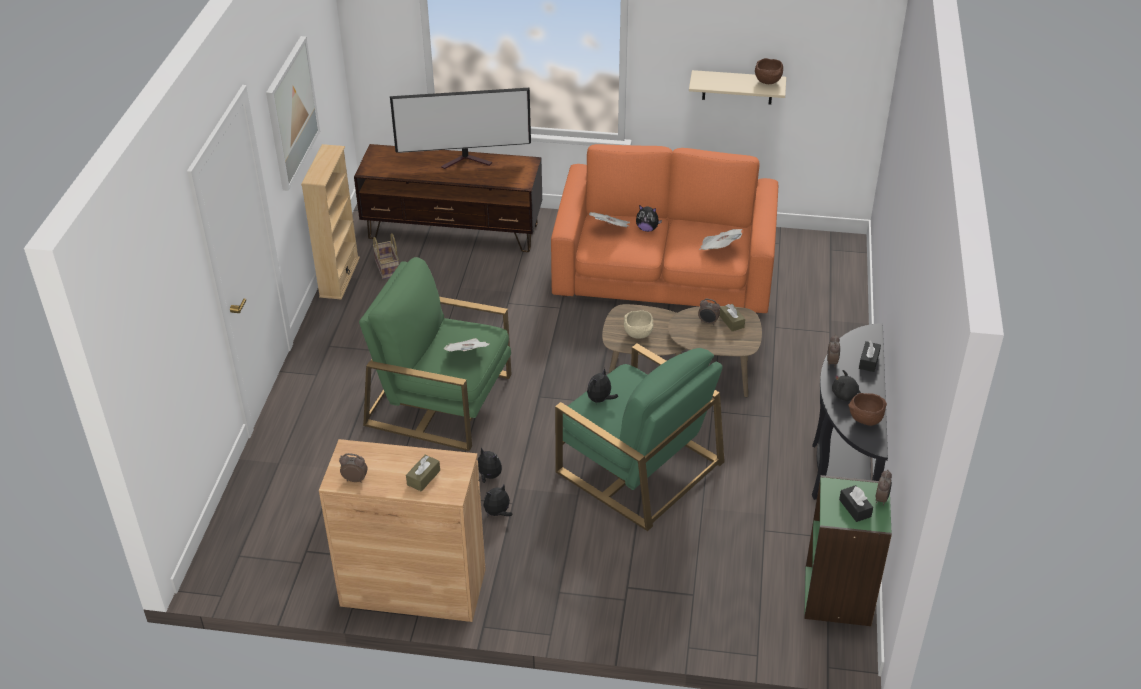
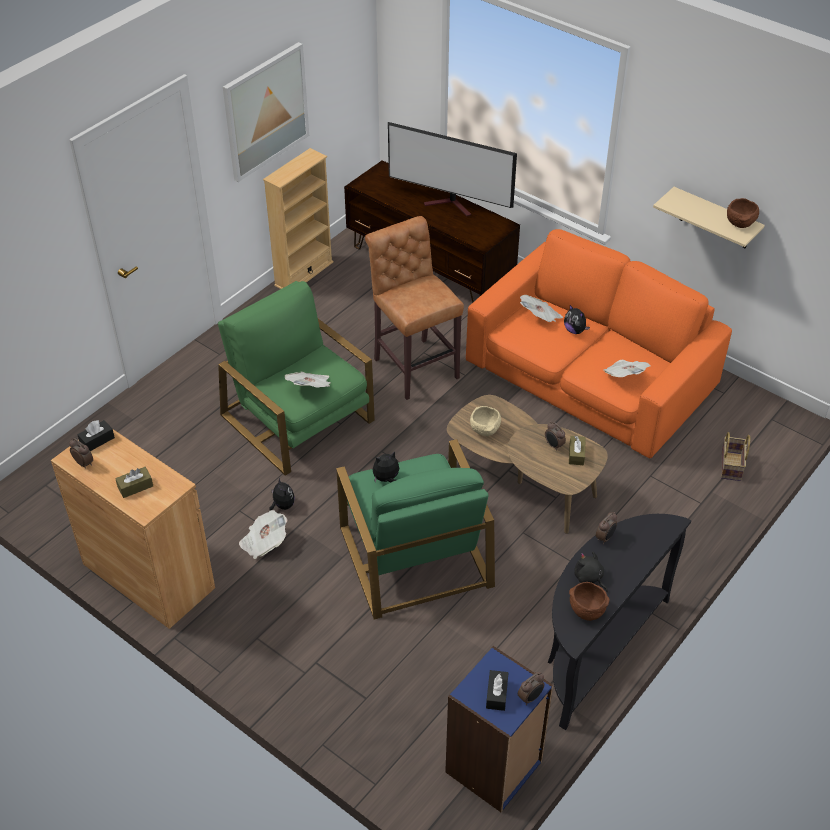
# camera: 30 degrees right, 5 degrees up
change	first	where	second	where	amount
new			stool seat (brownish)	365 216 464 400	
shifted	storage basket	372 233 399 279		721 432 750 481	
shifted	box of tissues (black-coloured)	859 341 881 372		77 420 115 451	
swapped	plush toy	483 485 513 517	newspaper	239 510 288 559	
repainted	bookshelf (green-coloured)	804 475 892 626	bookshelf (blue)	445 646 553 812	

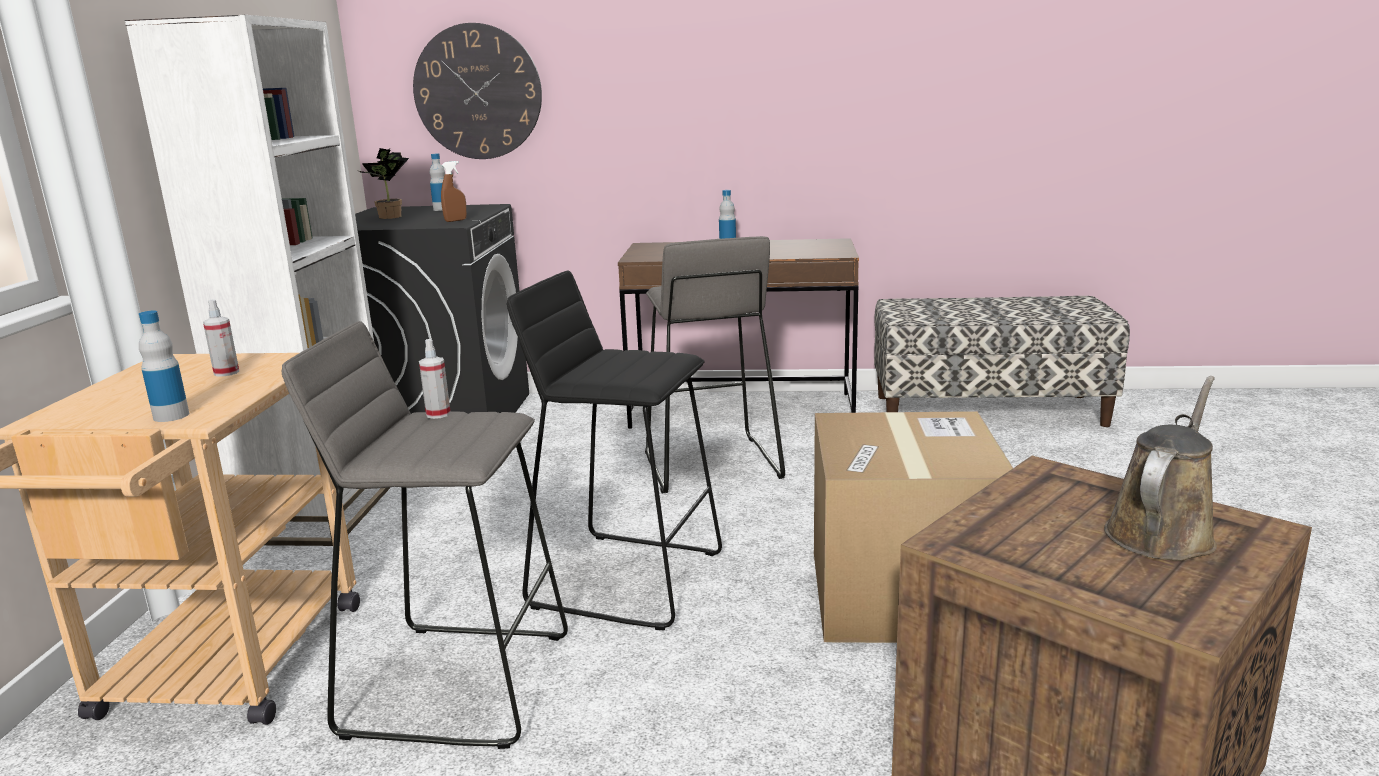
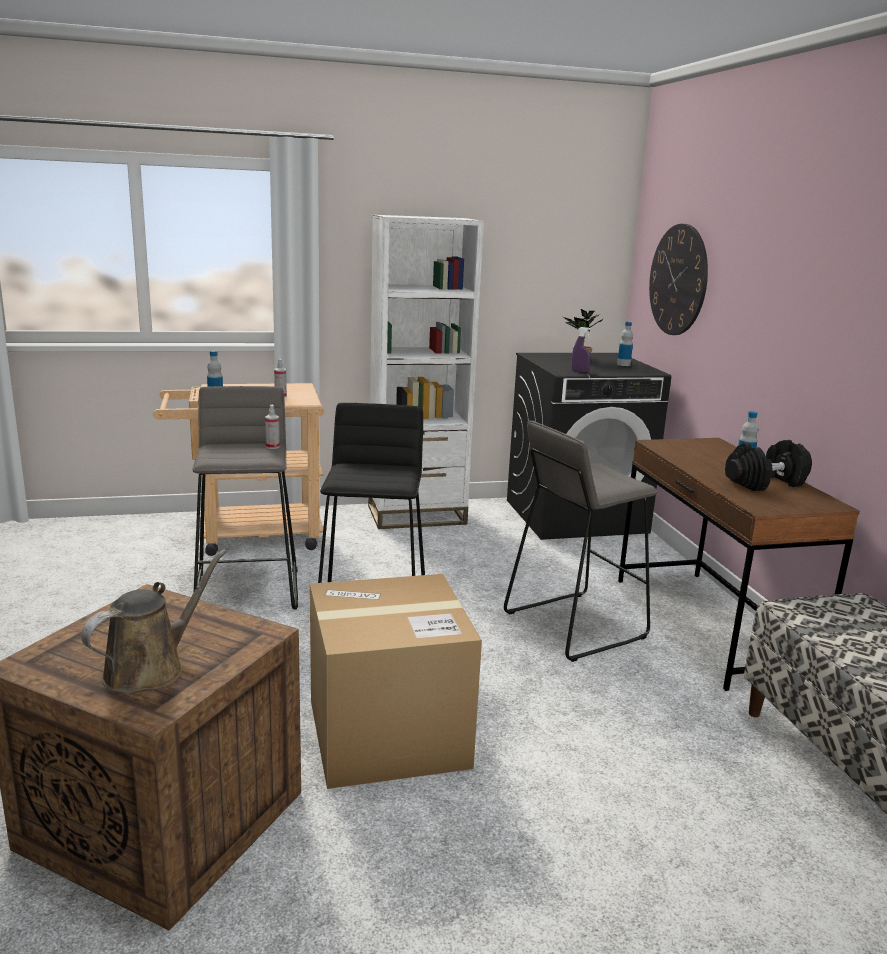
# camera: 70 degrees right, 0 degrees up
change	first	where	second	where	amount
new			dumbbell (black-coloured)	725 440 812 491	
repainted	hand sprayer (brownish)	441 161 467 222	hand sprayer (purple-coloured)	572 327 591 373	
rotated	watering pot (brownish)	1104 376 1217 561		81 550 226 694	75 degrees counterclockwise

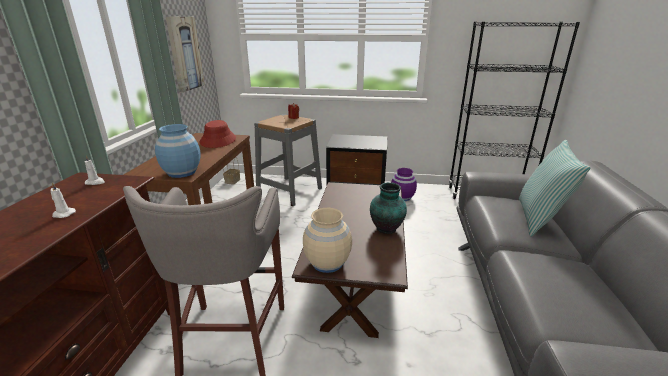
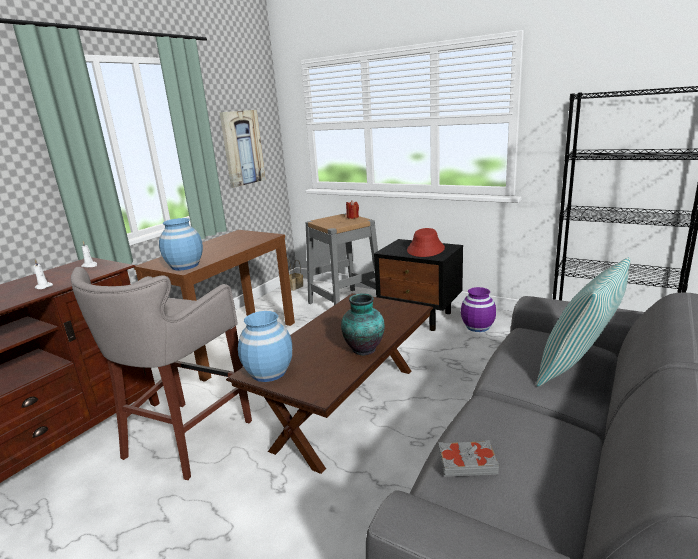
# camera: 25 degrees right, 5 degrees down
change	first	where	second	where	amount
new			book (grey)	438 440 499 477	
shifted	wearable hat (reddish)	200 120 236 148		407 228 445 257	
repainted	decorative vase (beige-coloured)	303 208 352 273	decorative vase (blue)	238 311 292 382	

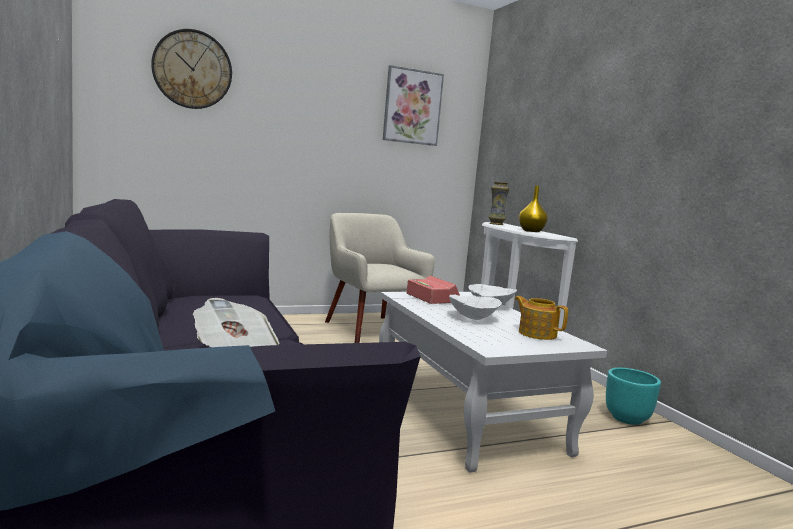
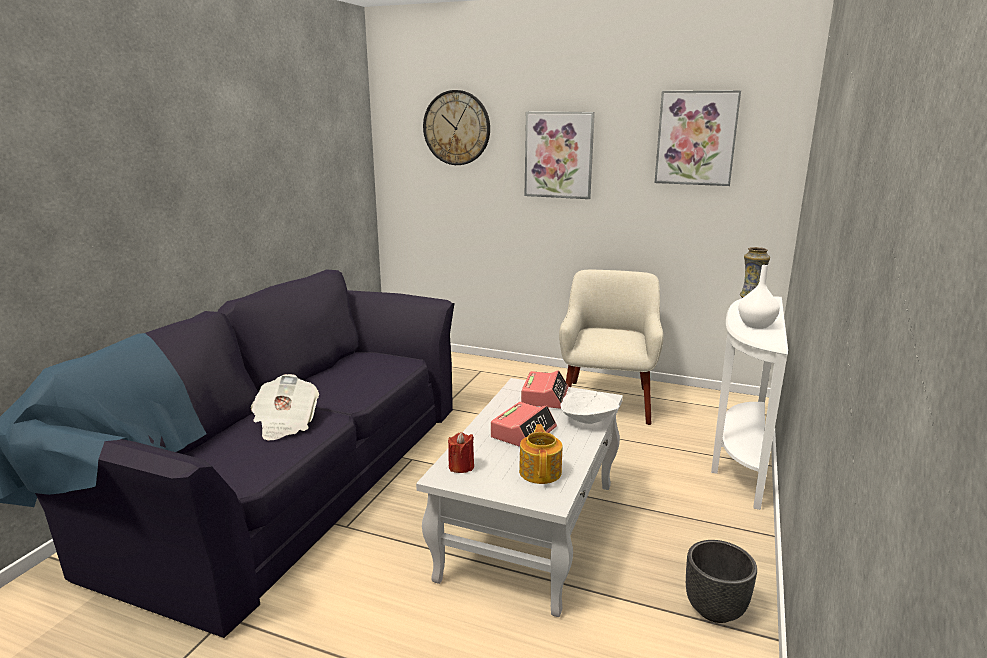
# camera: 45 degrees right, 10 degrees up
change	first	where	second	where	amount
new			wax light (reddish)	448 432 474 473	
new			wall art	525 112 595 199	
swapped	deep dish (white-coloured)	449 295 502 320	bedside clock	491 402 557 447	
repainted	decorative vase (yellow)	519 185 548 232	decorative vase (white-coloured)	738 265 780 329	
repainted	planter (blue-green)	606 368 661 425	planter (black-coloured)	686 540 757 623	

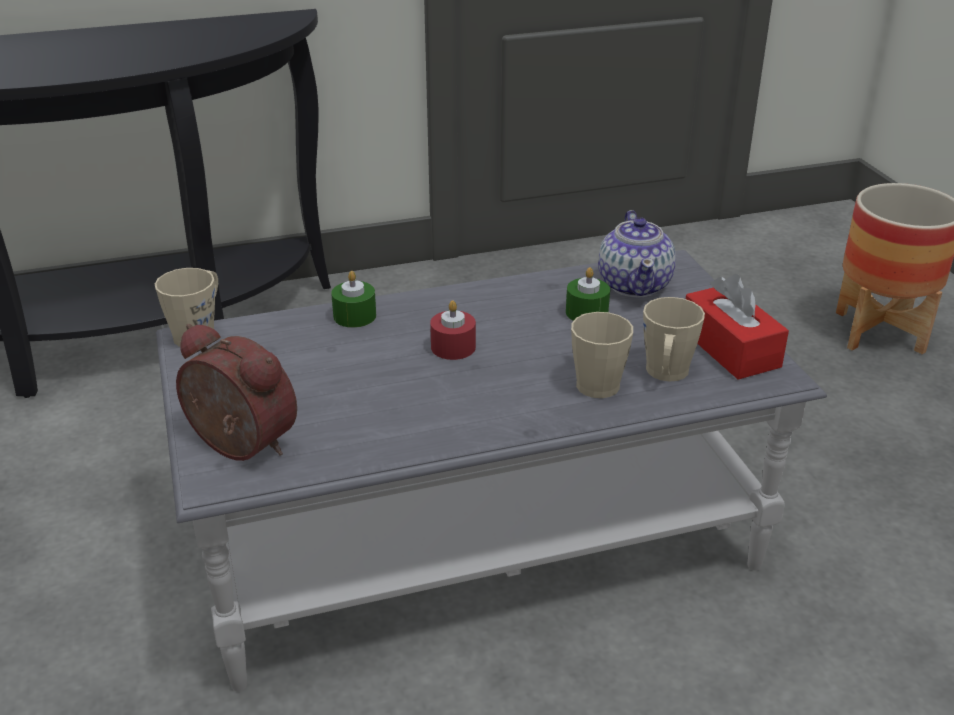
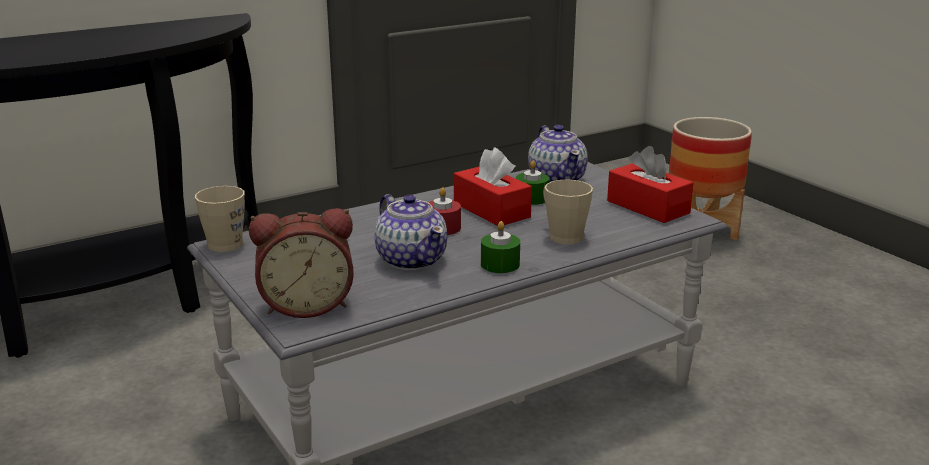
# camera: 15 degrees left, 10 degrees down
change	first	where	second	where	amount
gone	mug (beige-coloured)	643 297 705 382			
new			pot for tea	375 194 447 271	
new			box of tissues (reddish)	454 147 532 226	
shifted	wax light (green-coloured)	331 271 376 328		481 221 520 273	
rotated	bedside clock	176 324 297 461		249 208 354 318	150 degrees clockwise

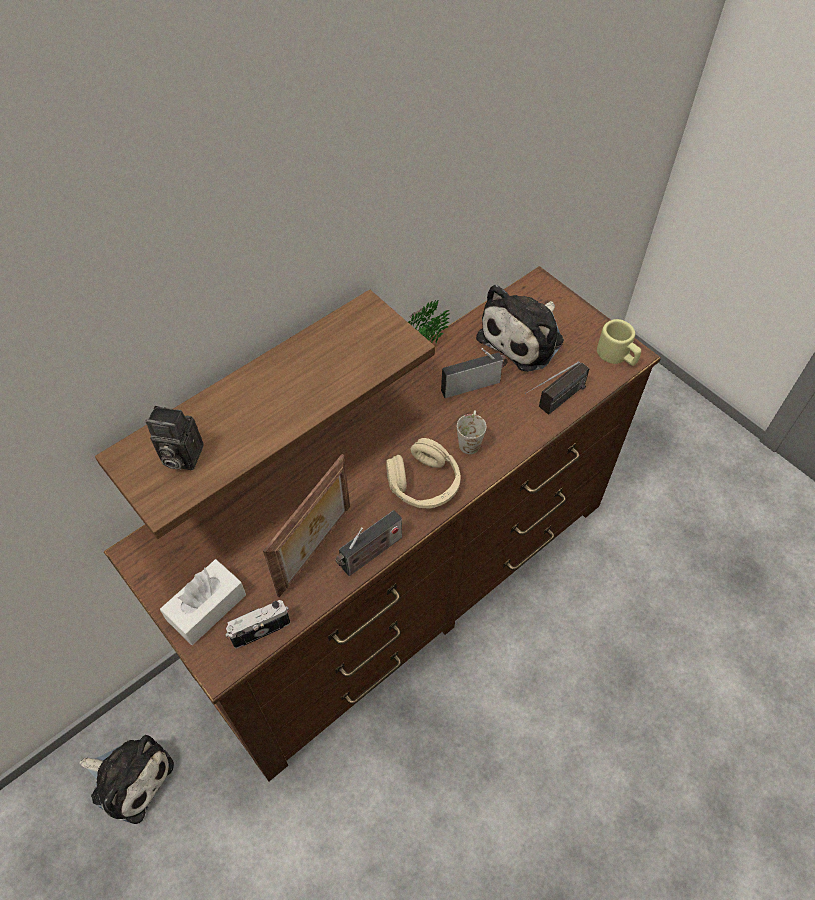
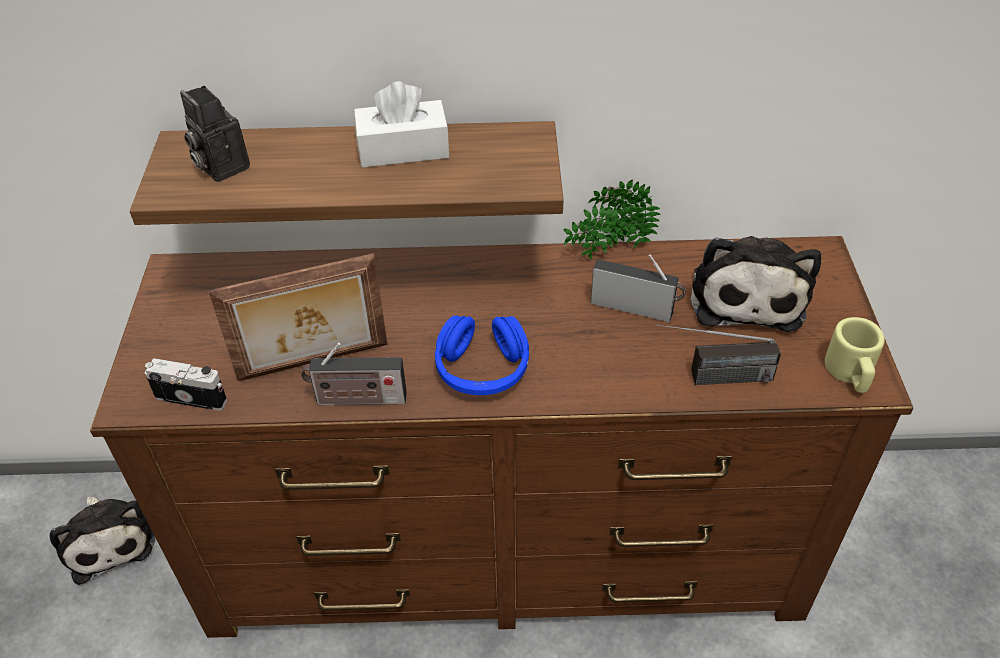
# camera: 40 degrees right, 10 degrees down
change	first	where	second	where	amount
gone	mug (white-coloured)	457 410 487 454			
shifted	box of tissues (white-coloured)	160 559 246 645		354 81 449 168	
repainted	headset (beige-coloured)	386 438 461 508	headset (blue)	435 315 529 395	
rotated	plush toy	476 285 564 372		691 236 821 332	75 degrees counterclockwise

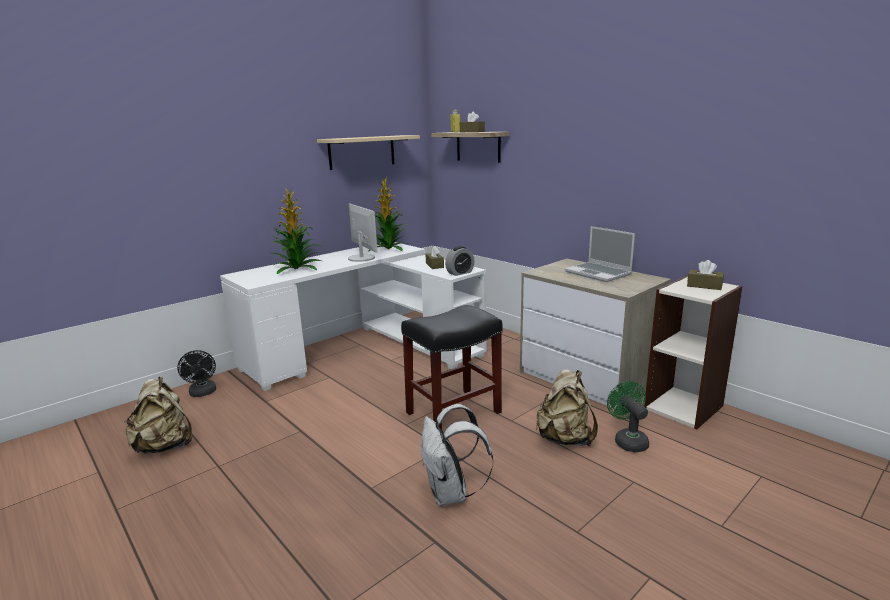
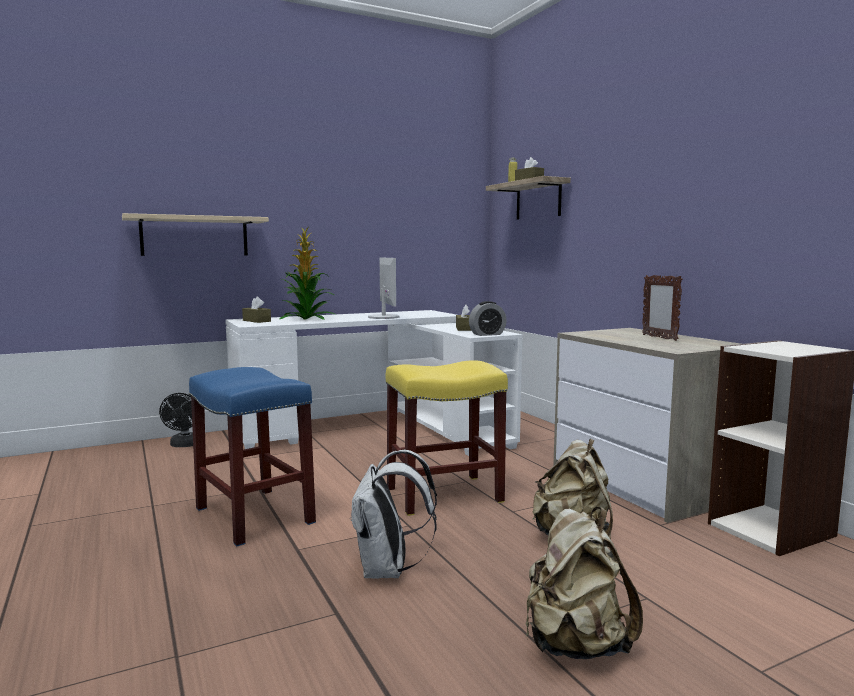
# camera: 15 degrees right, 10 degrees down
change	first	where	second	where	amount
gone	potted plant	368 177 409 252			
gone	cooling fan (green-coloured)	607 381 649 452			
new			stool seat (blue)	189 367 316 546	
shifted	backpack (beige-coloured)	124 377 192 454		526 507 643 659	
shifted	bracket shelf (beige-coloured)	317 135 420 170		122 213 269 256	
shifted	box of tissues (brownish)	687 260 724 290		242 297 271 323	
swapped	portable computer	565 226 635 282	standing frame	642 275 682 341	
repainted	stool seat (black-coloured)	401 305 503 429	stool seat (yellow)	386 360 508 516	

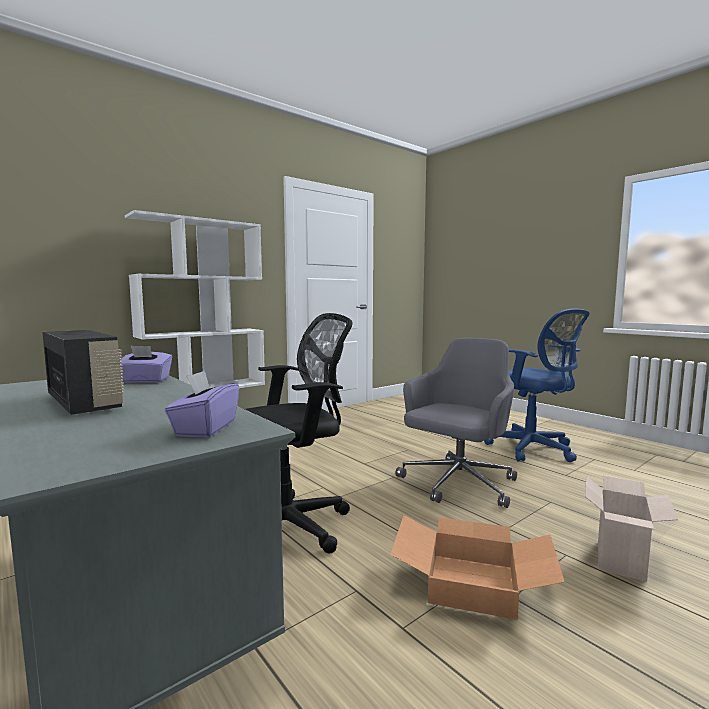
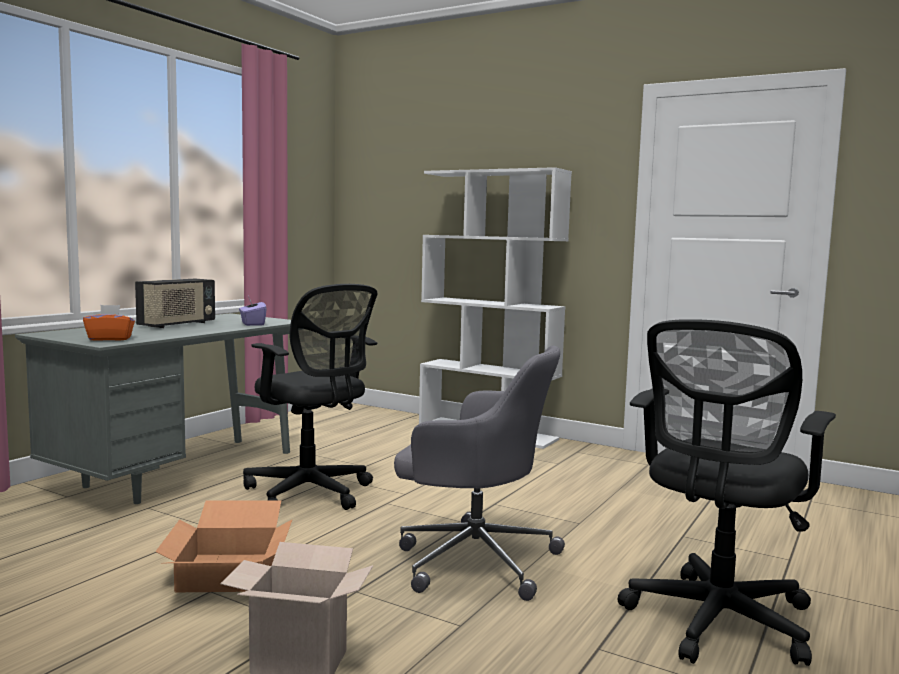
# camera: 70 degrees right, 0 degrees up
change	first	where	second	where	amount
repainted	box of tissues (purple-coloured)	165 370 239 438	box of tissues (orange)	83 305 135 341	
repainted	computer chair (blue)	484 309 589 462	computer chair (black-coloured)	618 319 836 666	

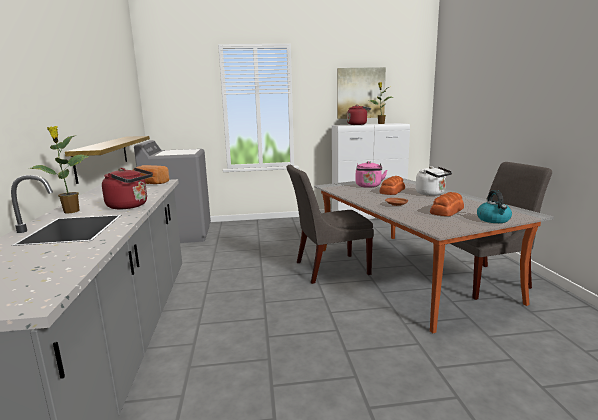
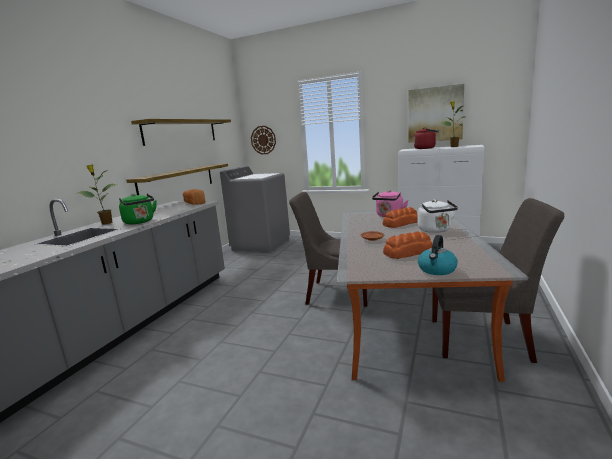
# camera: 30 degrees right, 0 degrees up
change	first	where	second	where	amount
new			bracket shelf	131 119 231 146	
new			clock on the wall	251 126 276 155	
repainted	tea kettle (reddish)	102 168 153 209	tea kettle (green-coloured)	119 194 157 224	

